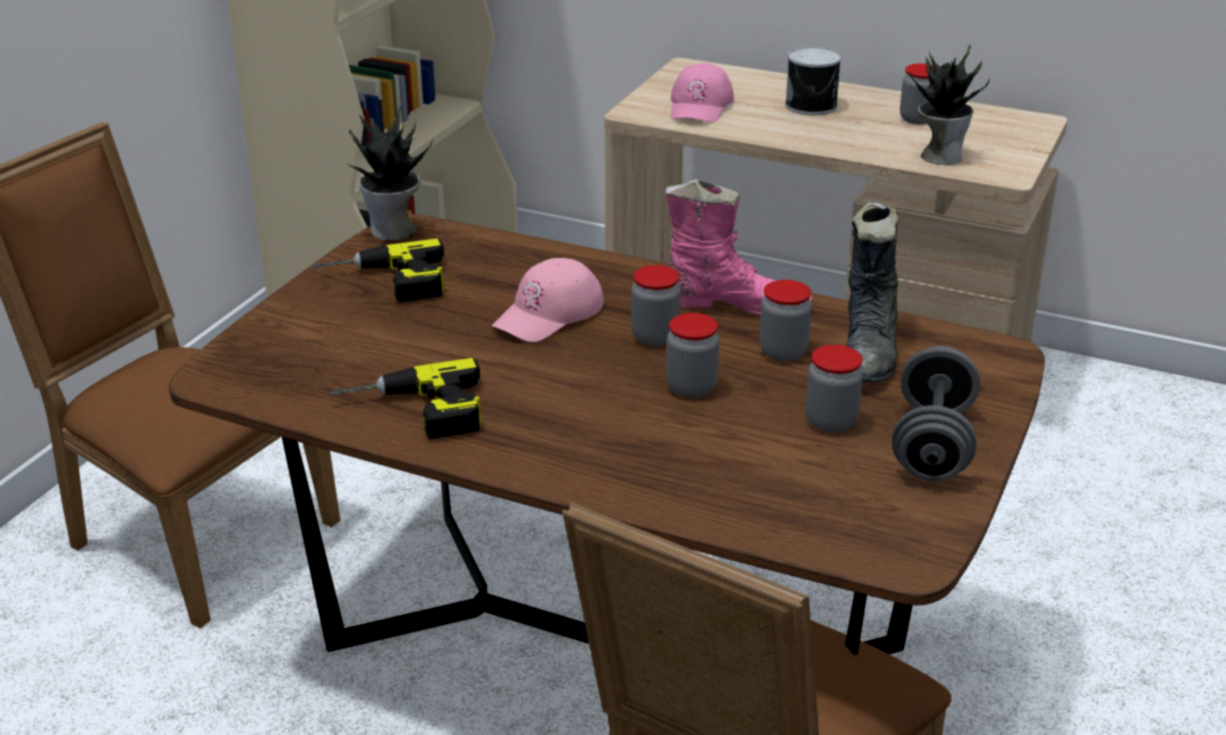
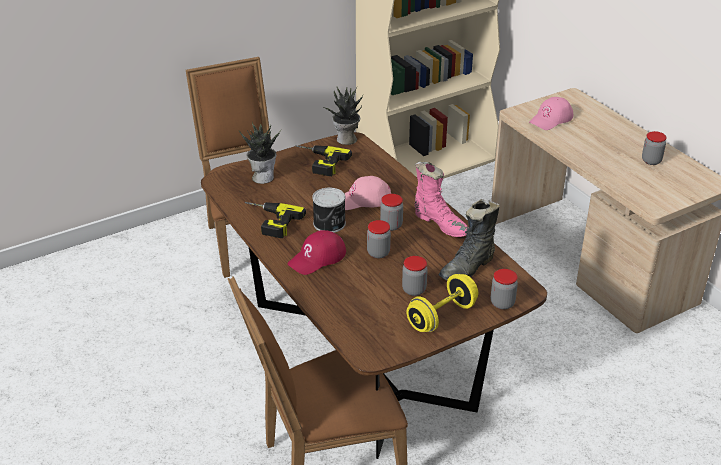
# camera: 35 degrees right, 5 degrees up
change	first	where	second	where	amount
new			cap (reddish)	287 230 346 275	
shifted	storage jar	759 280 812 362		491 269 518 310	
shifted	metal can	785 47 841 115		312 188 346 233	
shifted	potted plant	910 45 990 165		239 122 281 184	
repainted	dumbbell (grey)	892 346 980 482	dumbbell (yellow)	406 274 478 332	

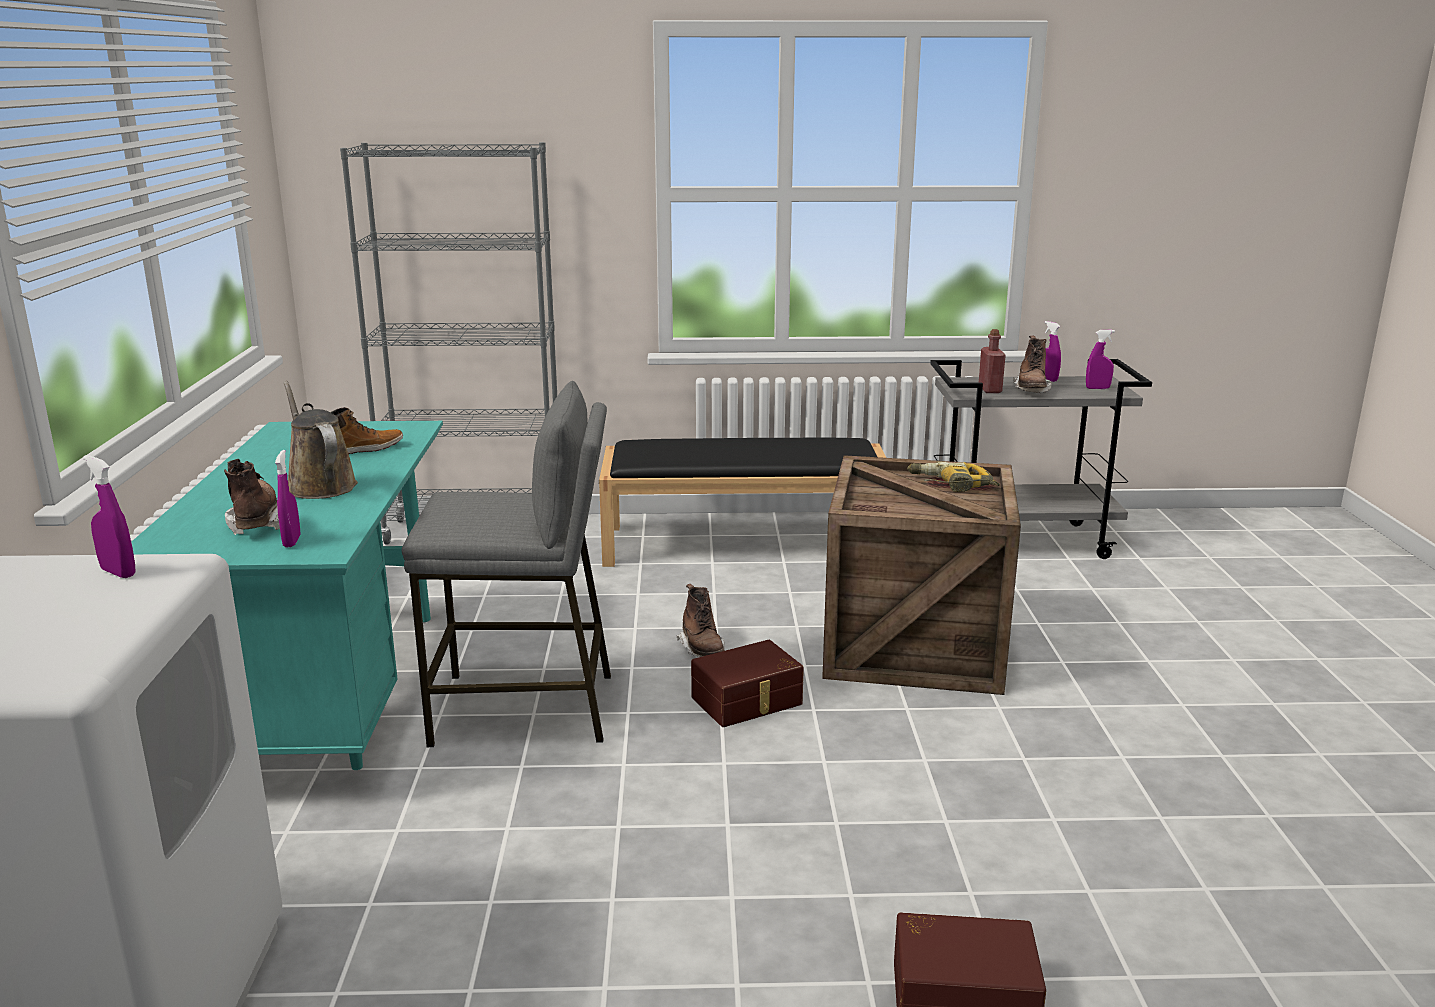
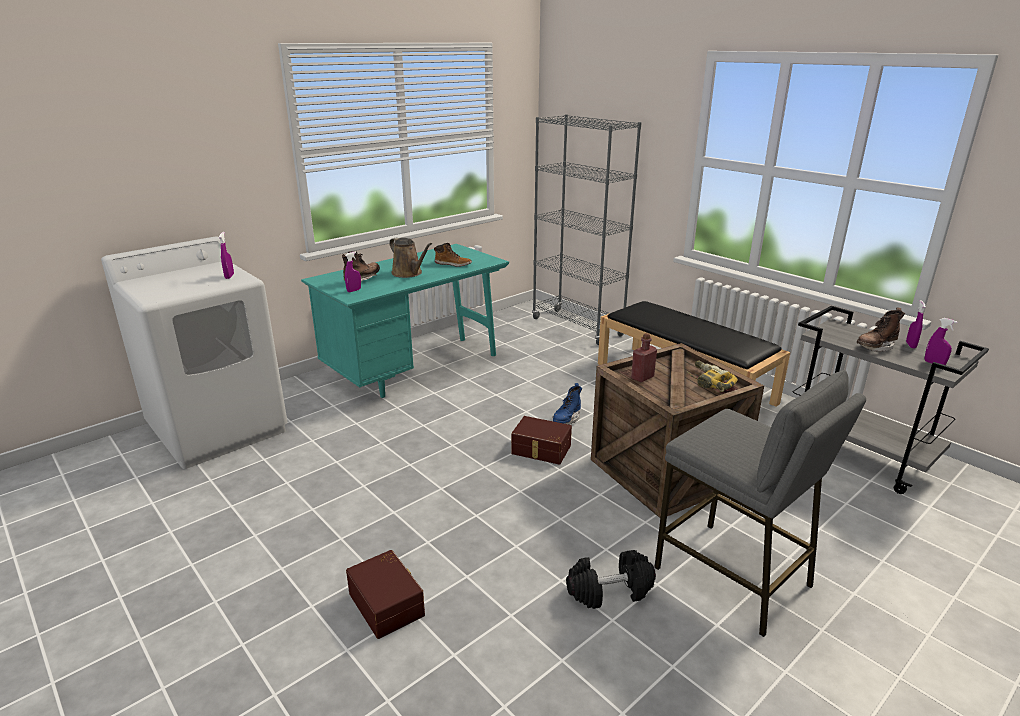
# camera: 50 degrees right, 5 degrees up
change	first	where	second	where	amount
new			dumbbell (black-coloured)	566 550 656 609	
shifted	stool seat (grey)	402 381 611 747		654 370 866 637	
shifted	bottle (reddish)	979 329 1006 393		631 333 657 382	
repainted	tall boot (brownish)	677 584 724 657	tall boot (blue)	553 383 582 425	
rotated	watering pot (brownish)	283 381 358 499		389 237 432 278	120 degrees clockwise

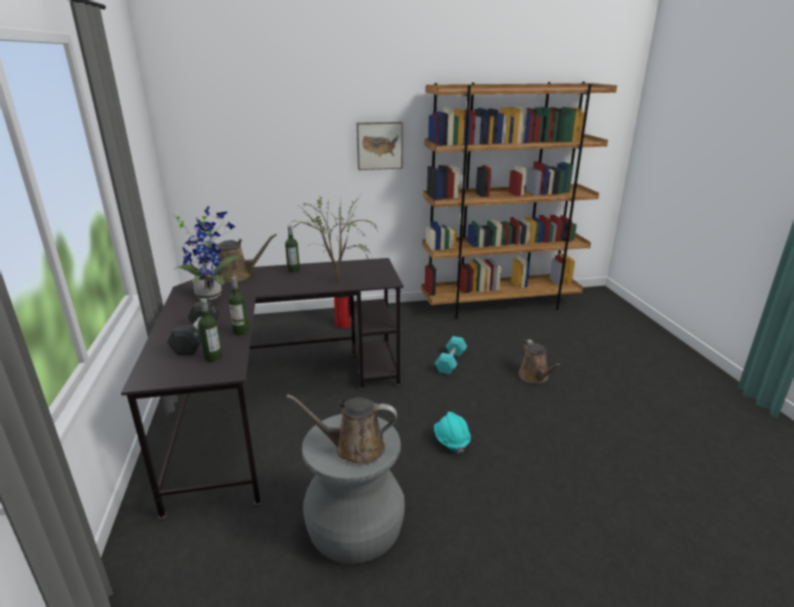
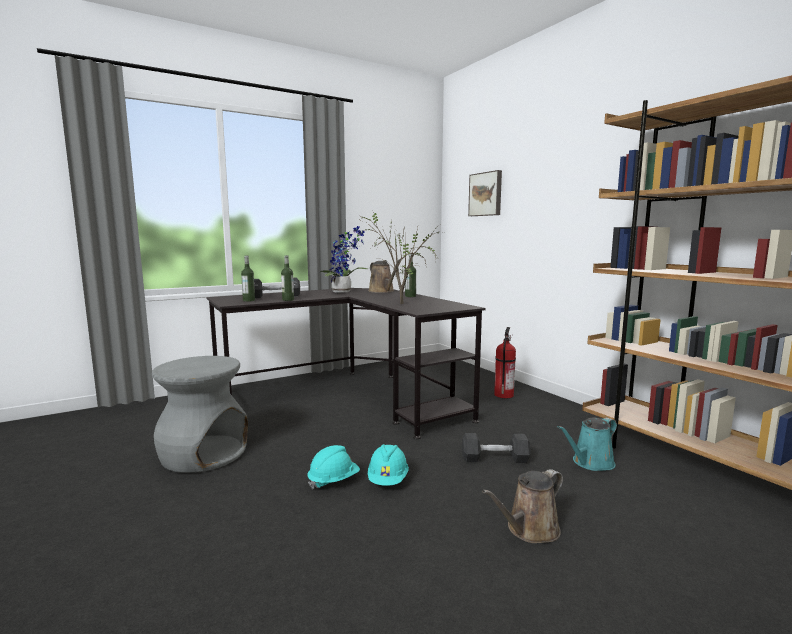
# camera: 70 degrees right, 15 degrees down
change	first	where	second	where	amount
gone	watering pot (brownish)	286 394 397 465			
new			hard hat (blue-green)	368 444 409 486	
new			watering pot (blue-green)	558 417 617 471	
shifted	wall art	357 122 403 170		468 170 502 216	
repainted	dumbbell (blue-green)	435 336 467 375	dumbbell (black-coloured)	462 433 531 463	

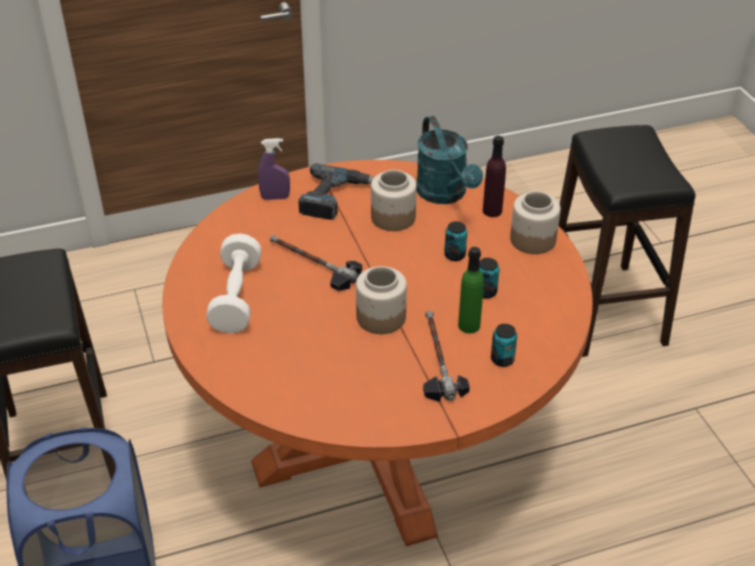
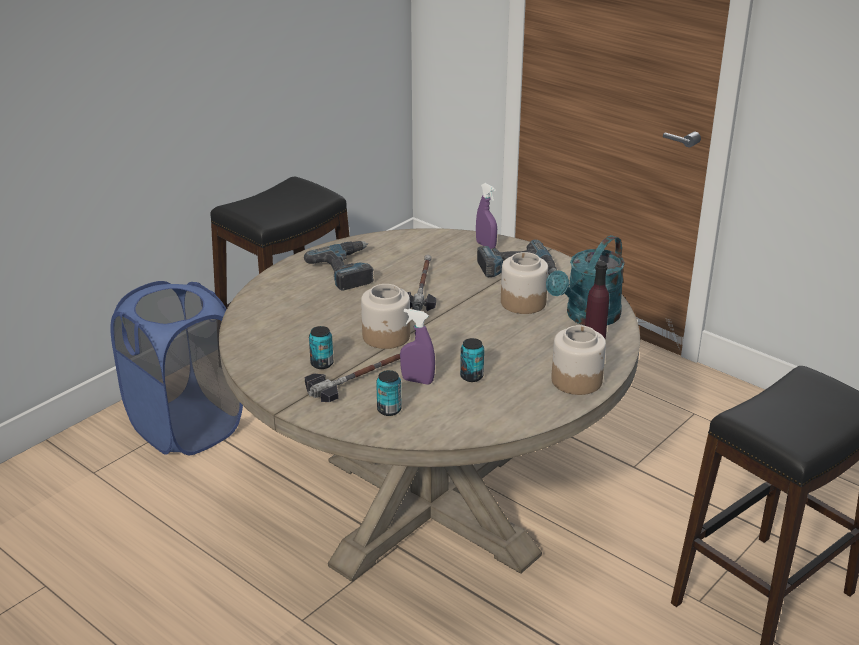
# camera: 60 degrees right, 10 degrees down
change	first	where	second	where	amount
shifted	metal can	444 221 467 261		309 326 333 369	
swapped	dumbbell (white-coloured)	206 234 262 333	drill	304 241 374 290	
swapped	bottle (green-coloured)	458 247 484 333	hand sprayer (purple-coloured)	400 309 435 385	
repainted	kitchen table (orange)	162 160 593 546	kitchen table (beige-coloured)	219 228 640 582	

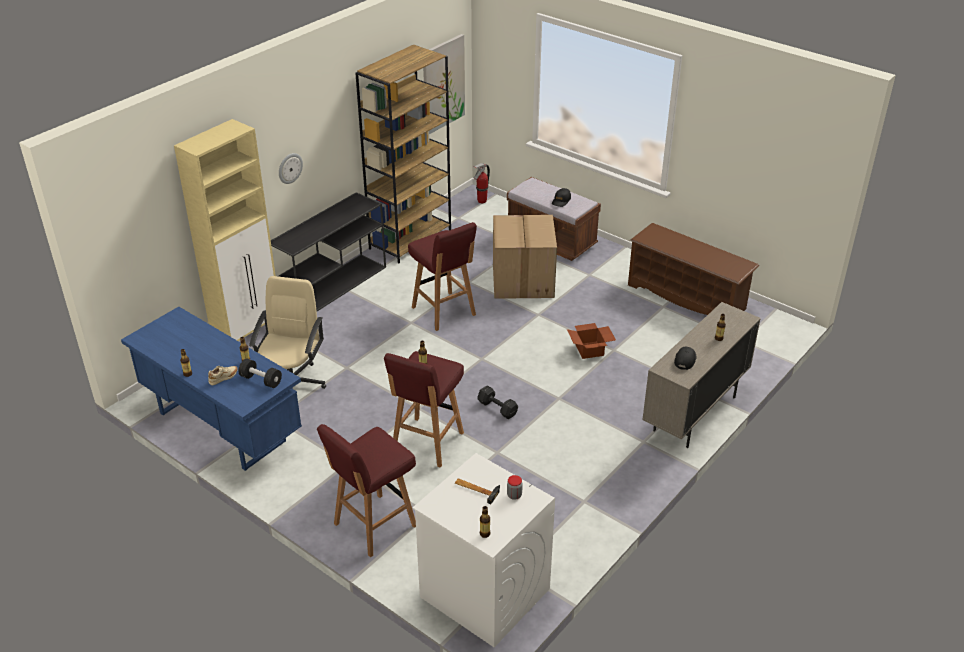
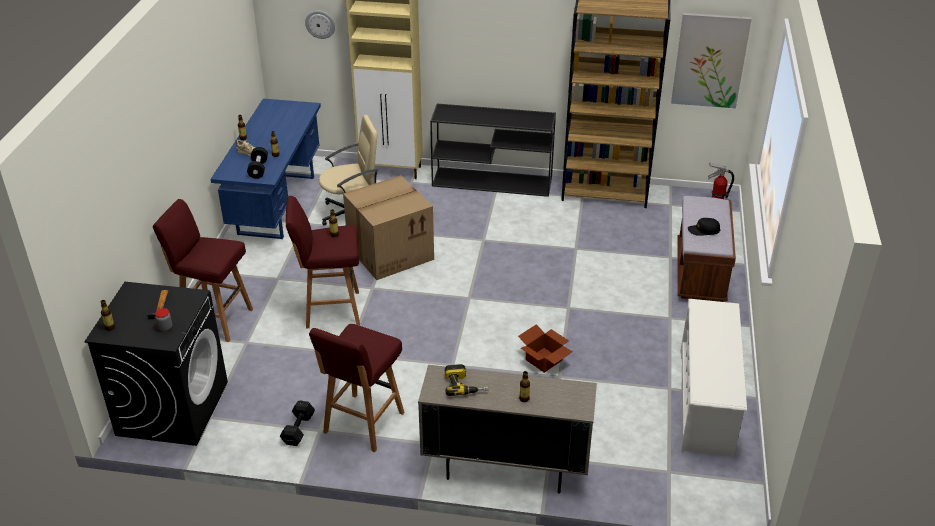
# camera: 60 degrees right, 0 degrees up
change	first	where	second	where	amount
shifted	clock on the wall	279 153 303 184		305 10 335 39	
shifted	stool seat (reddish)	408 222 477 331		309 324 405 452	
shifted	dumbbell (black-coloured)	477 385 518 419		280 401 315 446	
shifted	packing box	493 215 557 299		343 175 434 280	
swapped	cap (black-coloured)	674 347 696 370	drill	445 364 488 396	
repainted	laundry appliance (white-coloured)	413 453 555 647	laundry appliance (black-coloured)	84 282 228 446	
repainted	shoe stand (brownish)	628 223 759 315	shoe stand (white-coloured)	680 299 747 457	

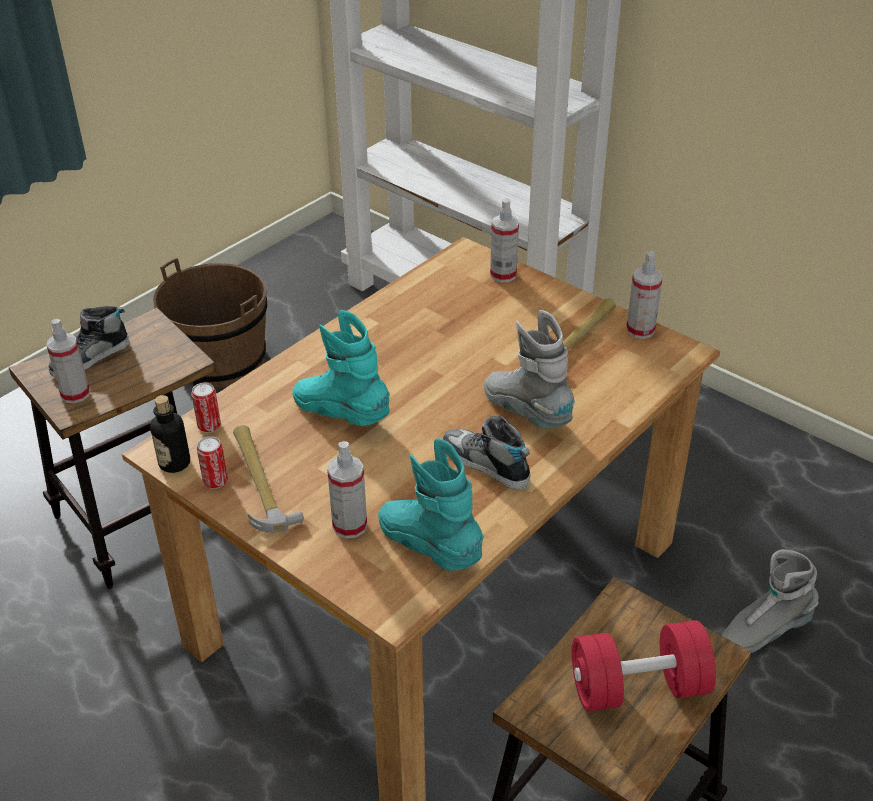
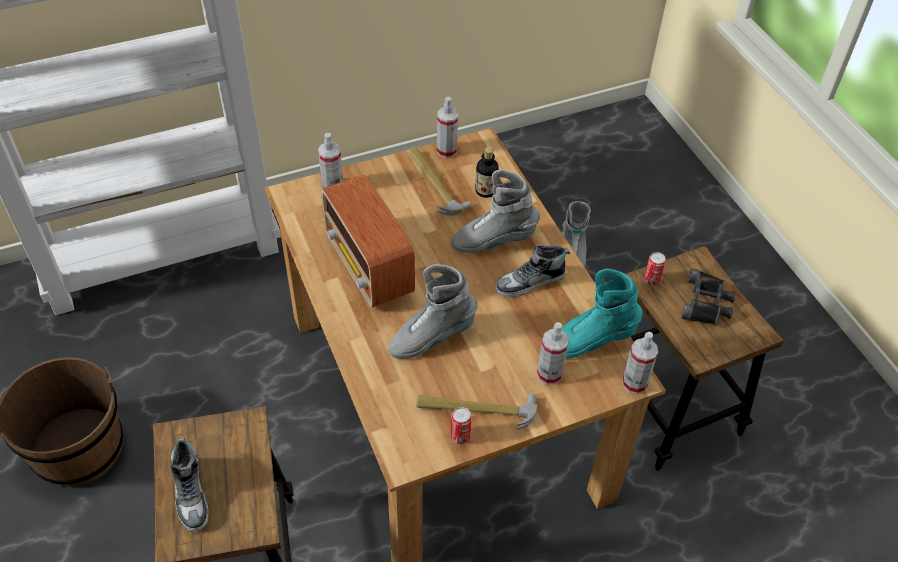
# camera: 65 degrees left, 10 degrees up
change	first	where	second	where	amount
new			radio receiver	321 175 415 308	
shifted	hand sprayer	47 319 90 403		622 332 658 394	
shifted	bottle	150 395 190 473		475 147 499 198	
shifted	metal can	191 382 221 433		644 252 666 285	
swapped	dumbbell (reddish)	572 620 716 711	pair of binoculars (black-coloured)	681 269 736 325	
repainted	tall boot (blue-green)	292 310 390 426	tall boot (grey)	388 264 477 359	

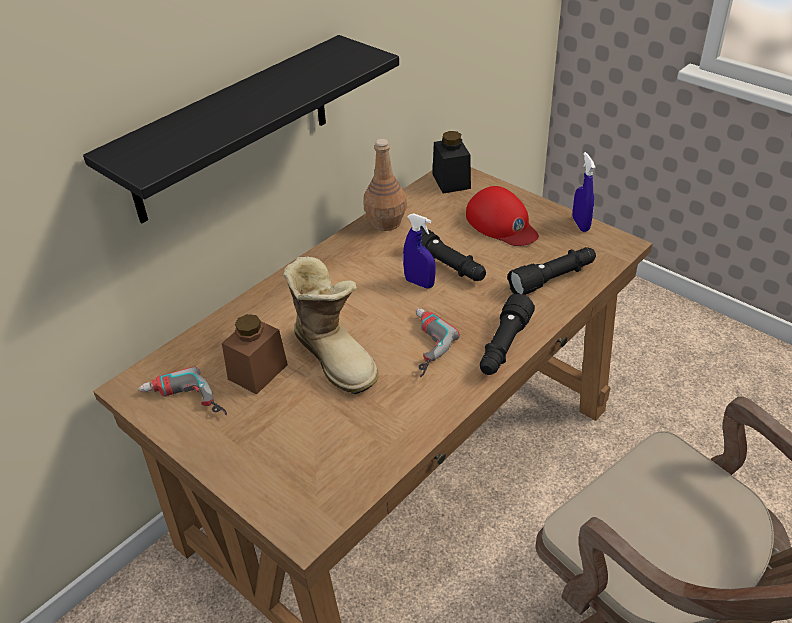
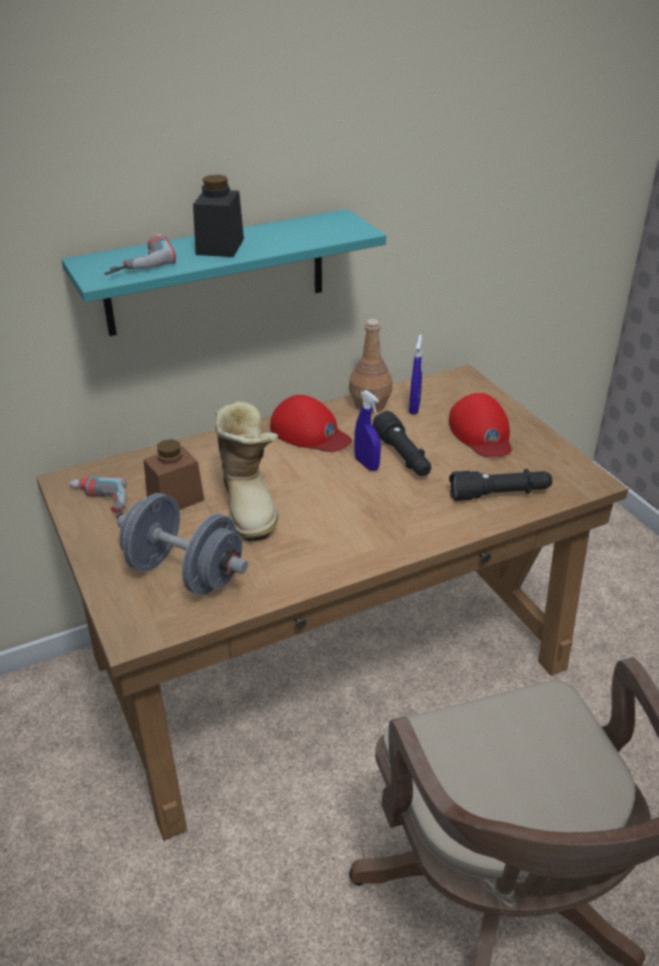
# camera: 20 degrees right, 5 degrees down
change	first	where	second	where	amount
gone	hand torch (black-coloured)	480 294 535 375			
new			dumbbell (grey)	117 493 248 595	
new			cap (reddish)	270 395 352 452	
shifted	drill	416 308 460 377		104 234 176 275	
shifted	storage jar (black-coloured)	432 131 471 194		193 175 244 257	
shifted	hand sprayer (blue)	573 152 595 232		409 334 422 415	
repainted	bracket shelf (black-coloured)	83 35 399 223	bracket shelf (blue-green)	62 209 386 336	

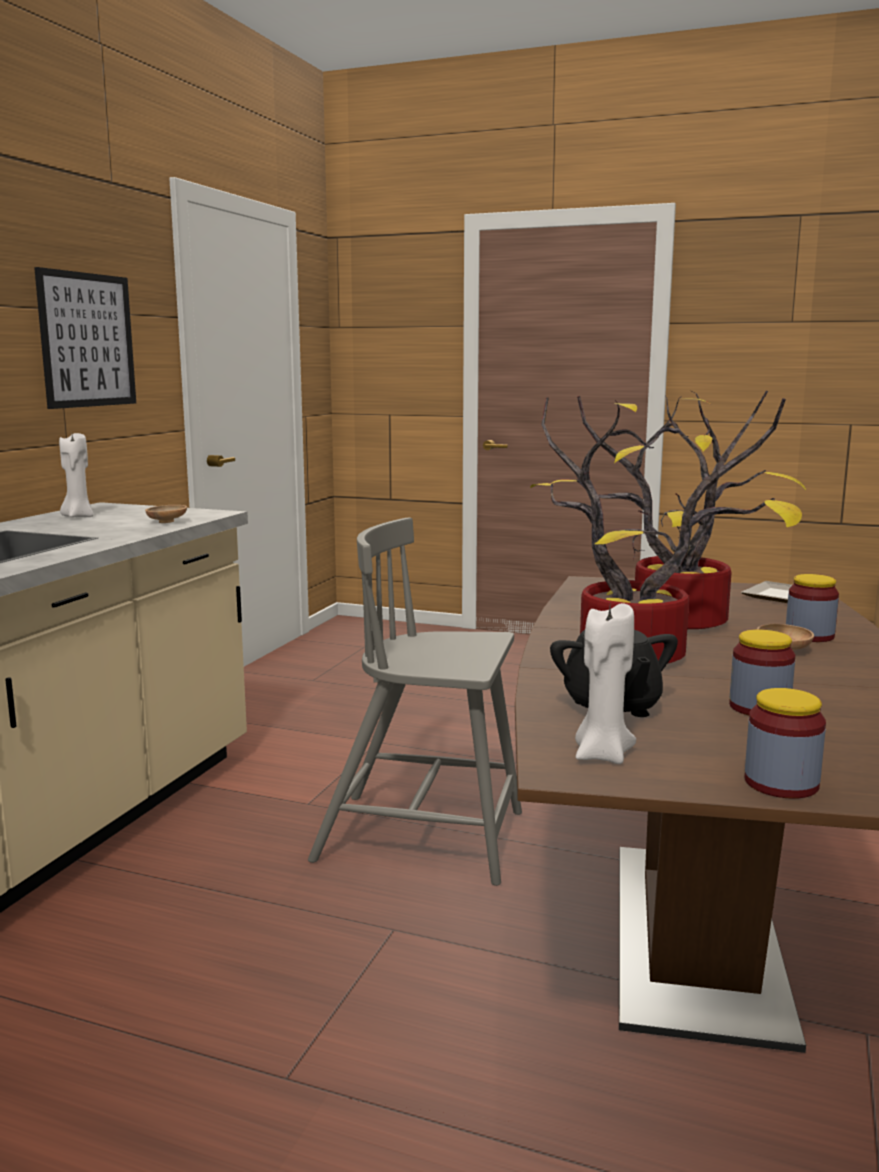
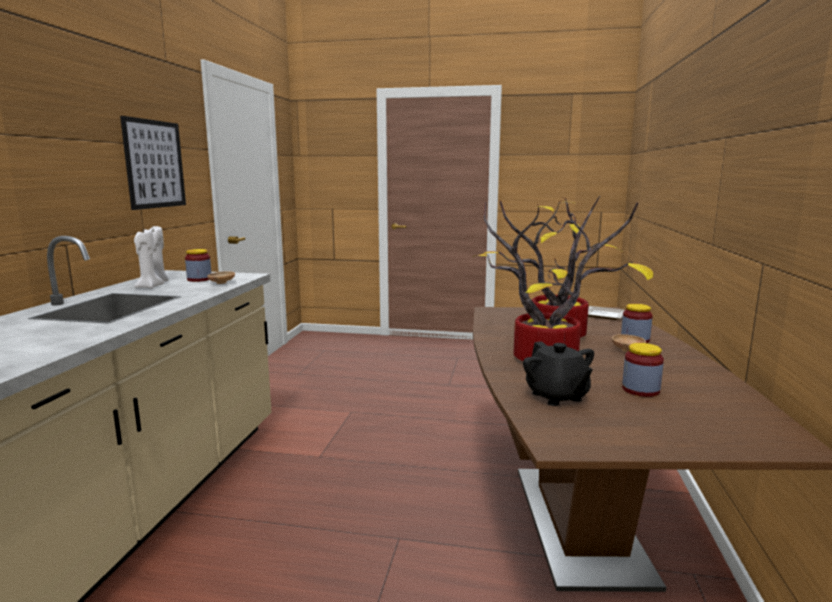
# camera: 10 degrees left, 0 degrees up
change	first	where	second	where	amount
gone	chair (grey)	308 518 522 886			
shifted	wax light (white-coloured)	575 603 636 764		134 229 164 289	
shifted	storage jar	744 688 826 799		185 249 211 282	

